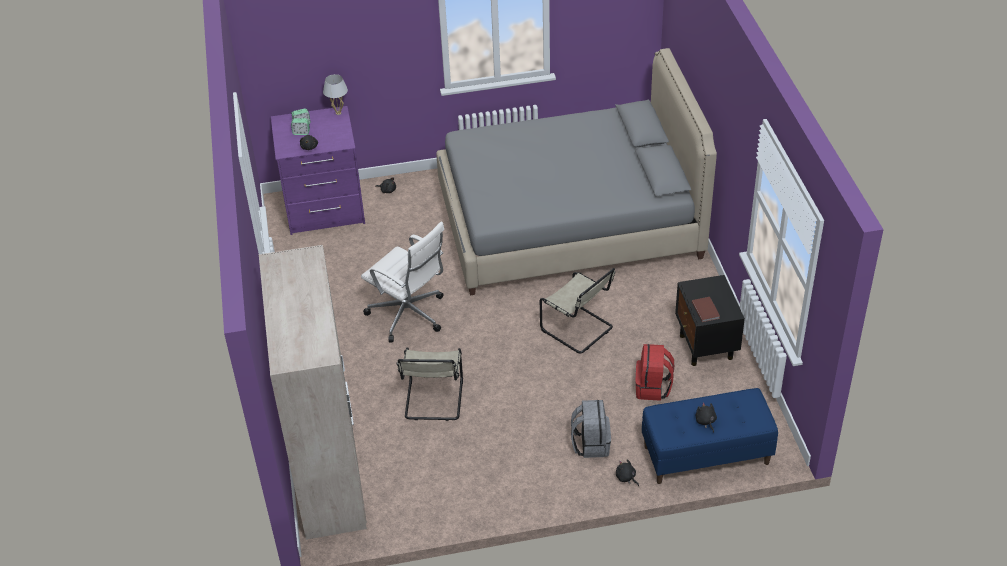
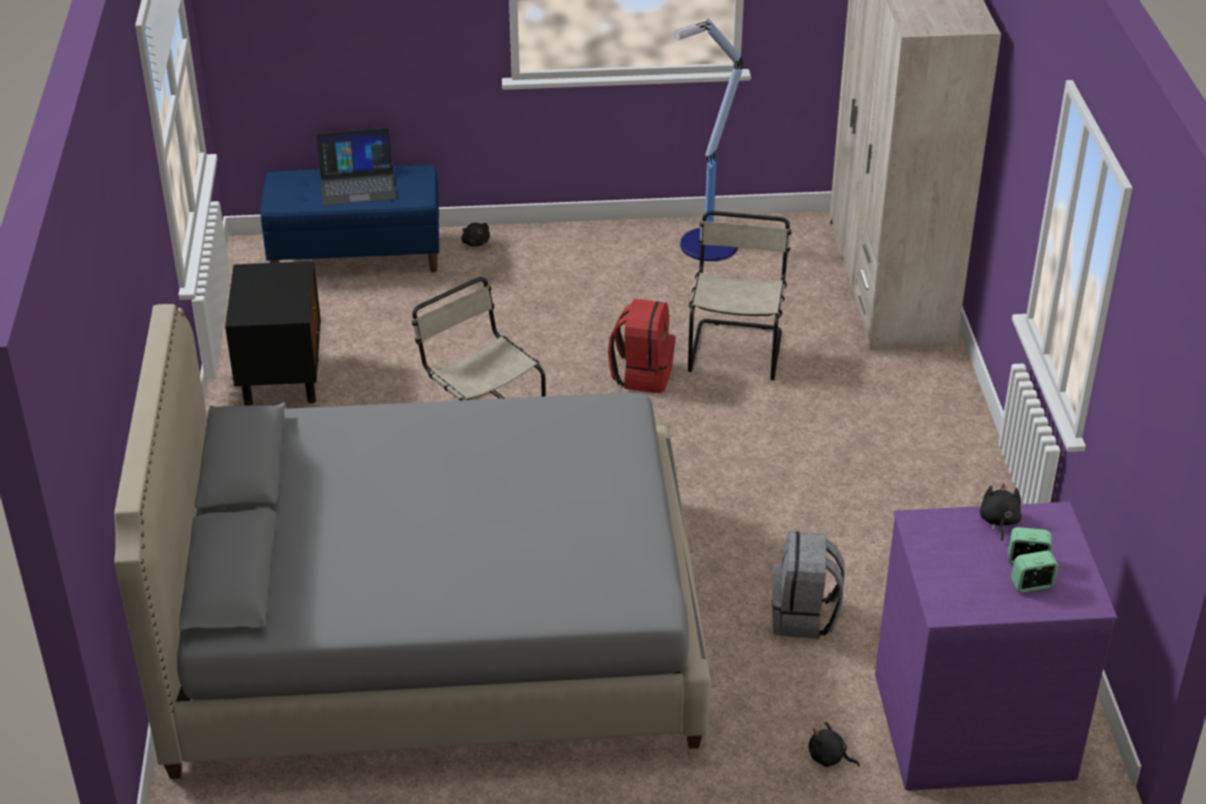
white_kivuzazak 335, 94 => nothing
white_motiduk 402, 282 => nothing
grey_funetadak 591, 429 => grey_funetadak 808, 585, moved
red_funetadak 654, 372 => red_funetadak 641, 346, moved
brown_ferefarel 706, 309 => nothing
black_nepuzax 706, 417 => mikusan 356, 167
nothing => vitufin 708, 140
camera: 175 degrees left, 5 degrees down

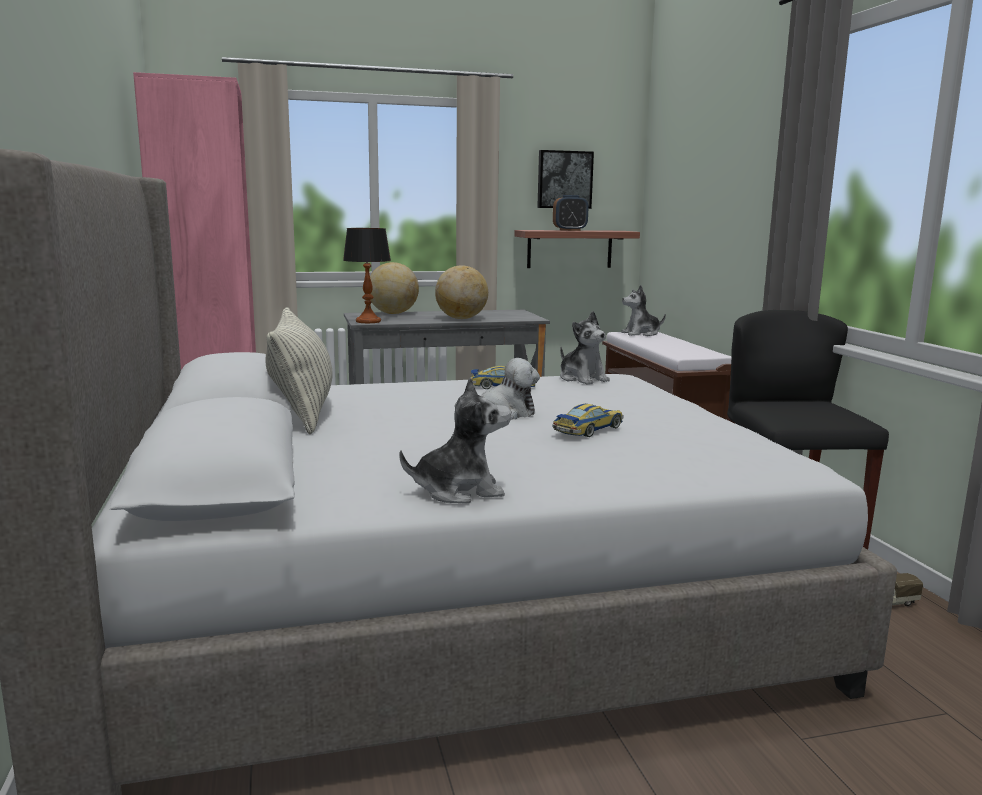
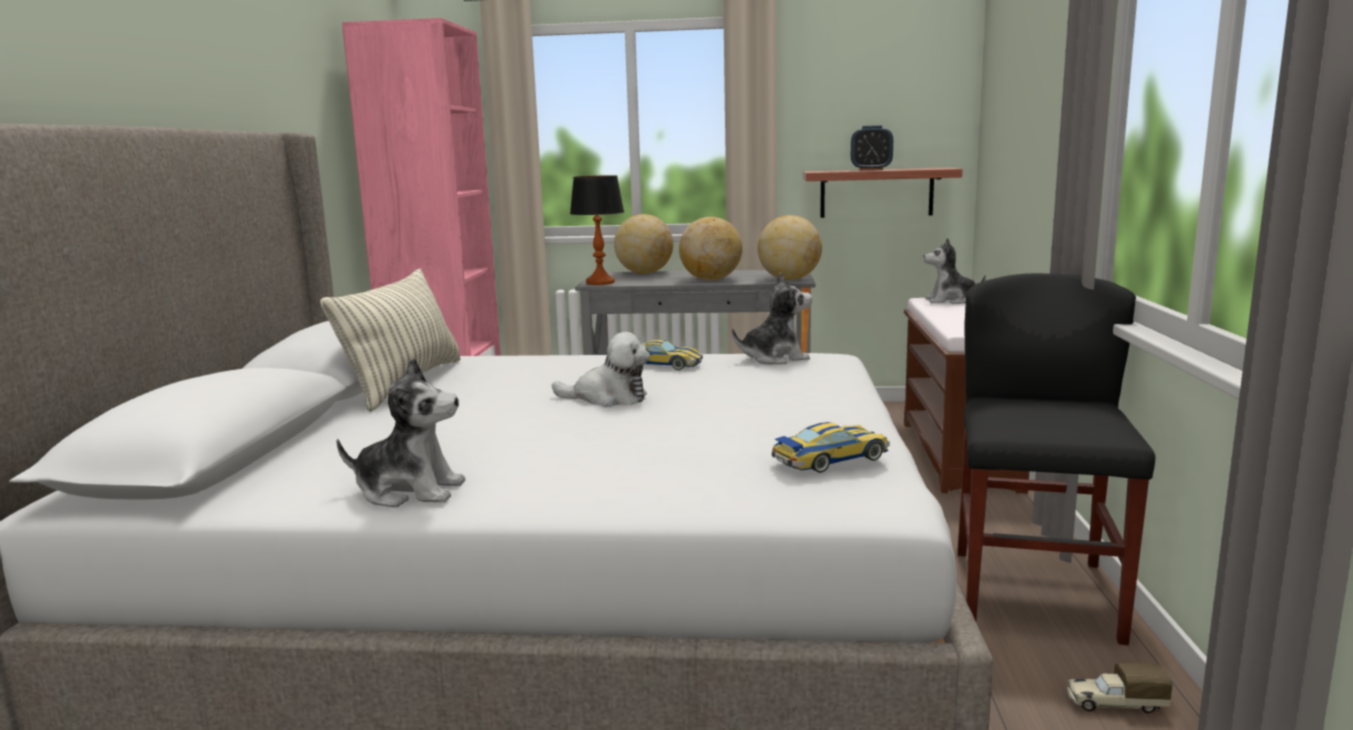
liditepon 565, 179 => nothing
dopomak 588, 420 => dopomak 831, 447, moved
nepuzax 585, 348 => nepuzax 772, 318, 90 degrees counterclockwise
nothing => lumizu 790, 247
camera: 20 degrees right, 0 degrees up

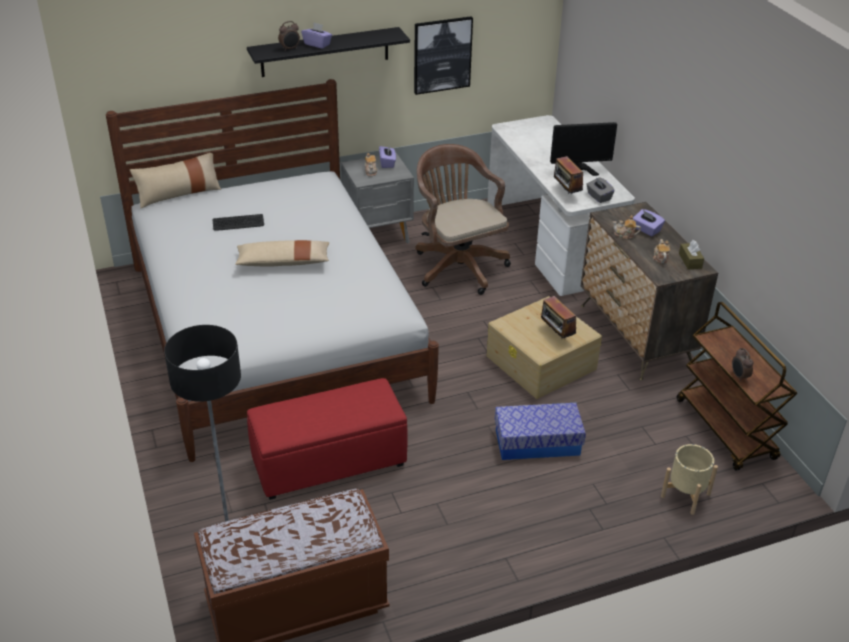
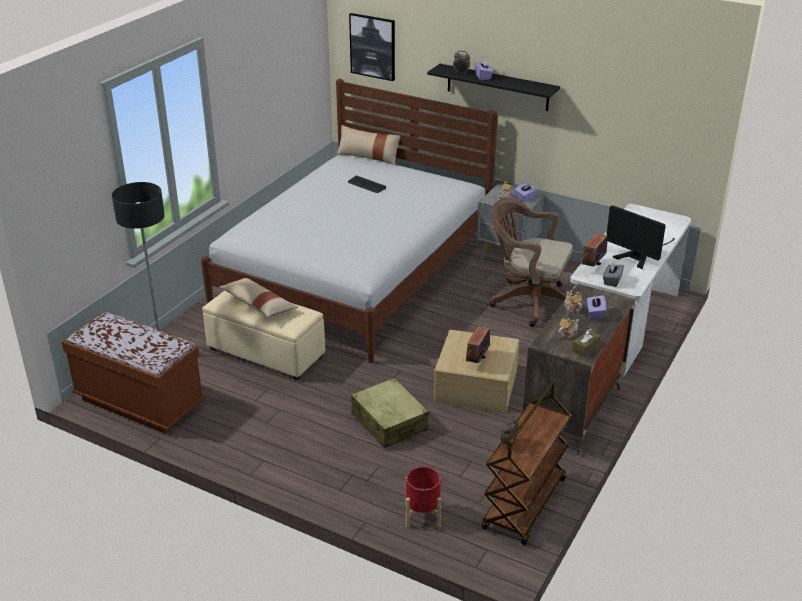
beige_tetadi 282, 253 => beige_tetadi 258, 297, moved
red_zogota 327, 439 => beige_zogota 263, 335
liditepon 443, 55 => liditepon 372, 47, moved
brown_motiduk 463, 219 => brown_motiduk 531, 262, 90 degrees counterclockwise
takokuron 540, 431 => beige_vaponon 390, 413
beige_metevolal 689, 479 => red_metevolal 423, 496
camera: 50 degrees right, 5 degrees down

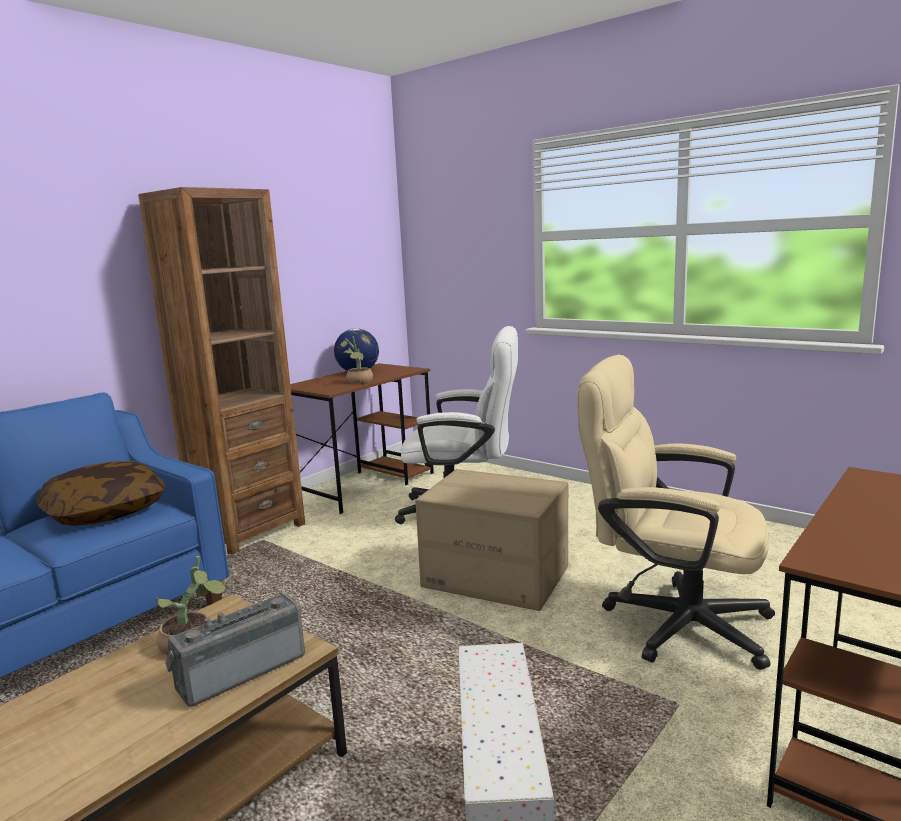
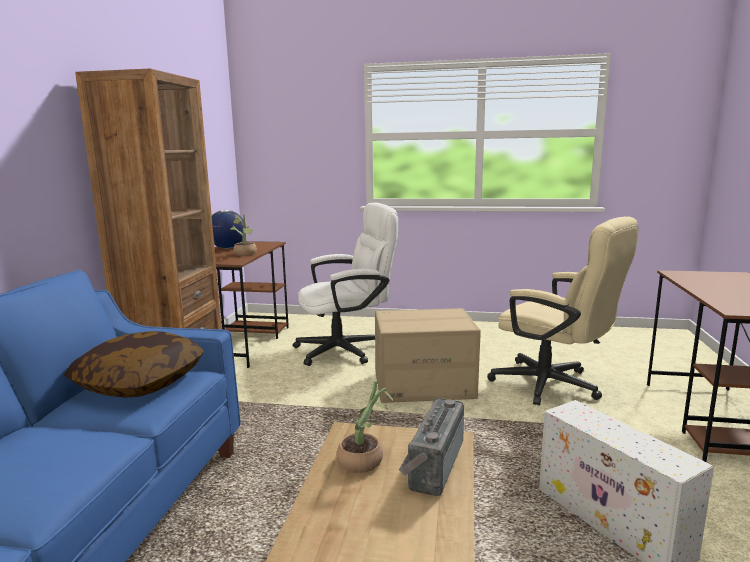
beige_motiduk 676, 512 => beige_motiduk 562, 311, 135 degrees counterclockwise
camera: 30 degrees left, 0 degrees up

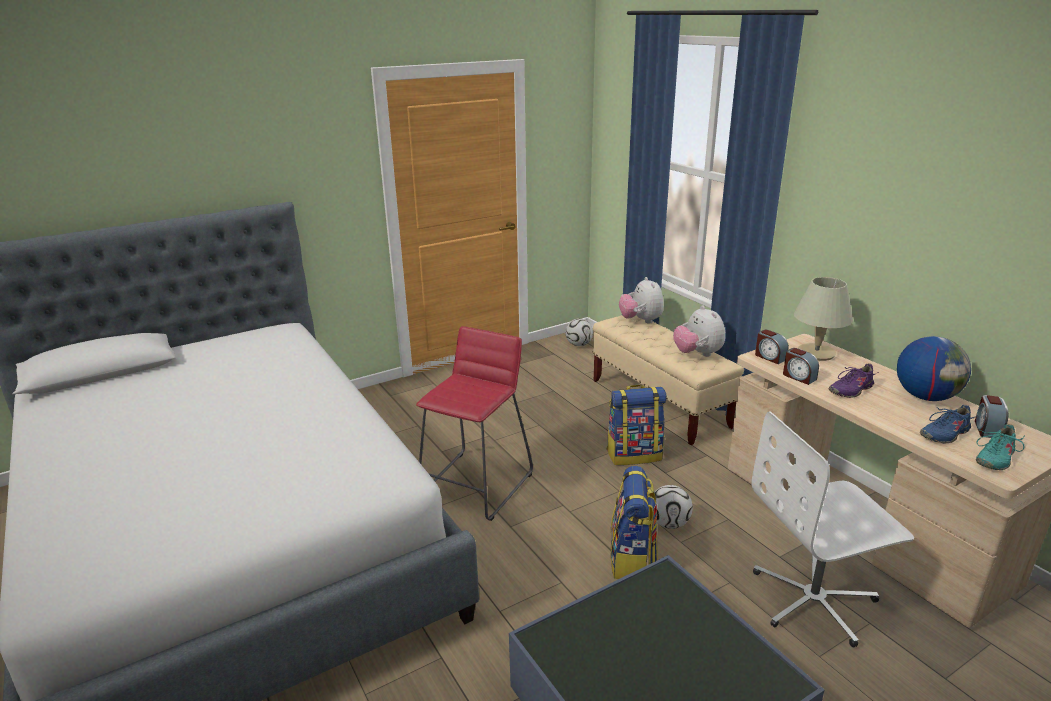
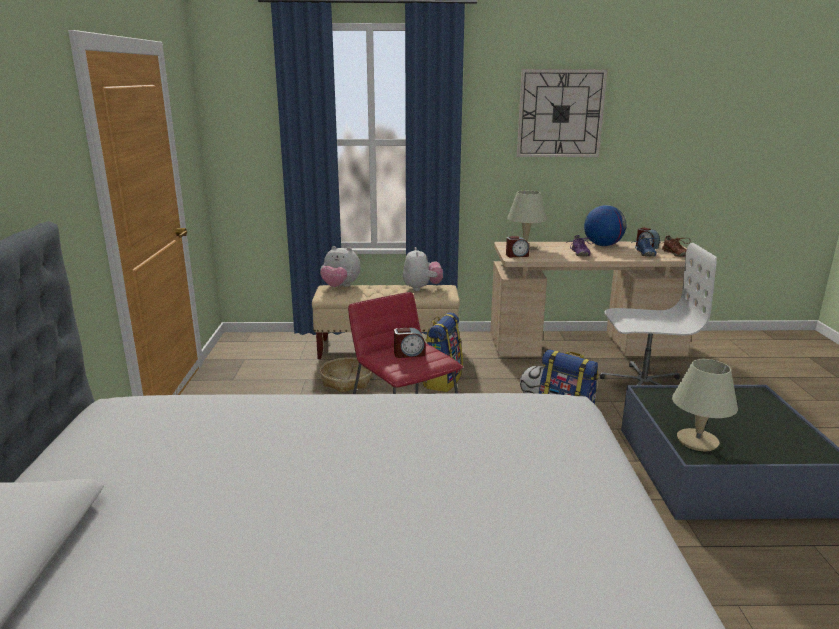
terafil 579, 332 => nothing
nepuzax 699, 331 => nepuzax 423, 269, 105 degrees counterclockwise
white_motiduk 833, 529 => white_motiduk 658, 314, 105 degrees counterclockwise
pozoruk 801, 366 => pozoruk 409, 343, moved
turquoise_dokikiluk 1000, 447 => brown_dokikiluk 676, 246
nothing => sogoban 346, 375
nothing => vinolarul 562, 113
nothing => beige_kivuzazak 705, 405
camera: 60 degrees left, 5 degrees down

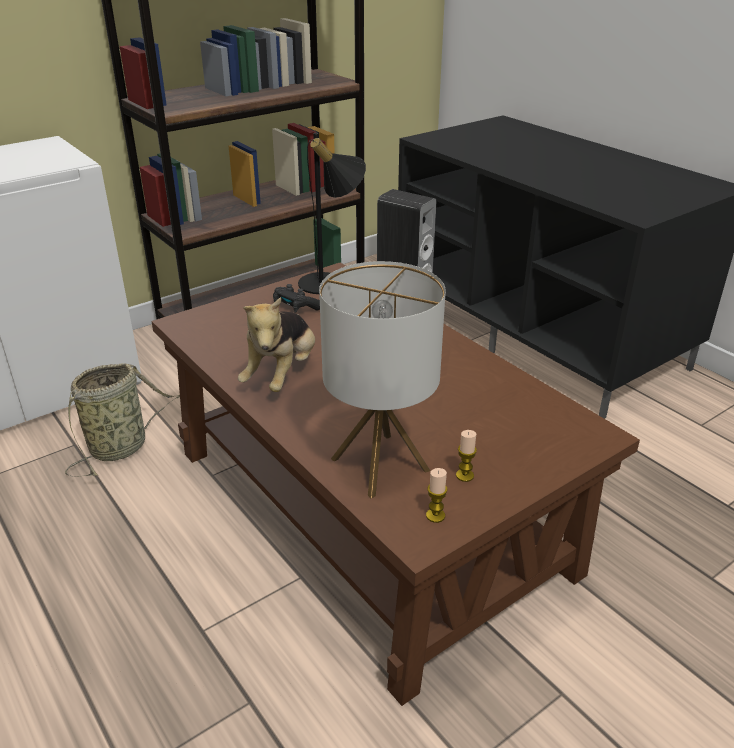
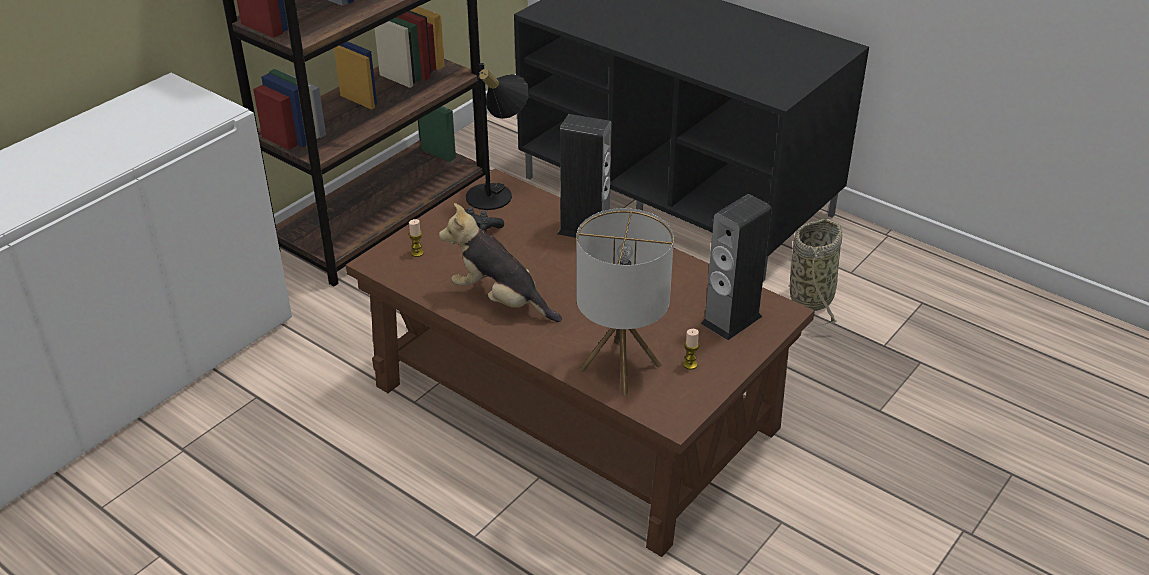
sogoban 122, 420 => sogoban 816, 273, moved
nepuzax 276, 344 => nepuzax 500, 262, 120 degrees clockwise
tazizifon 437, 495 => tazizifon 416, 238, moved
nothing => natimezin 736, 267
camera: 15 degrees left, 5 degrees up

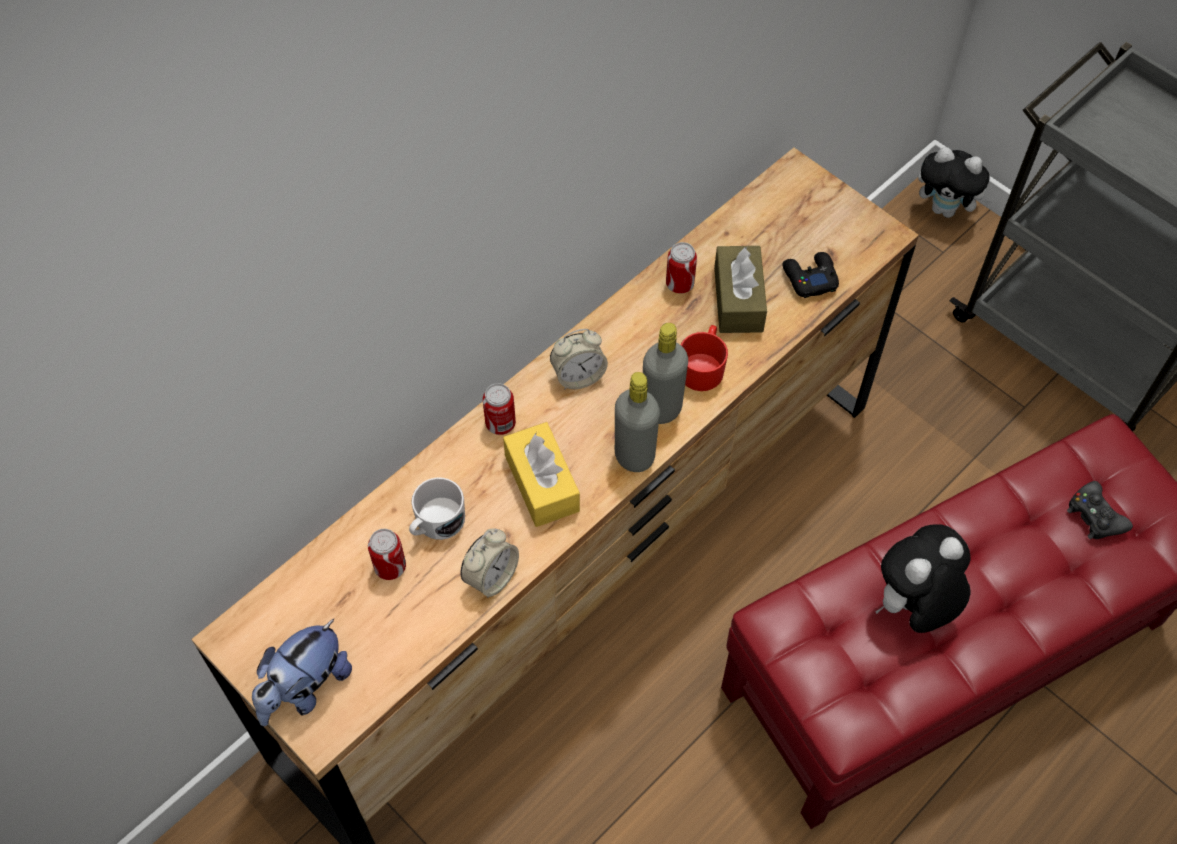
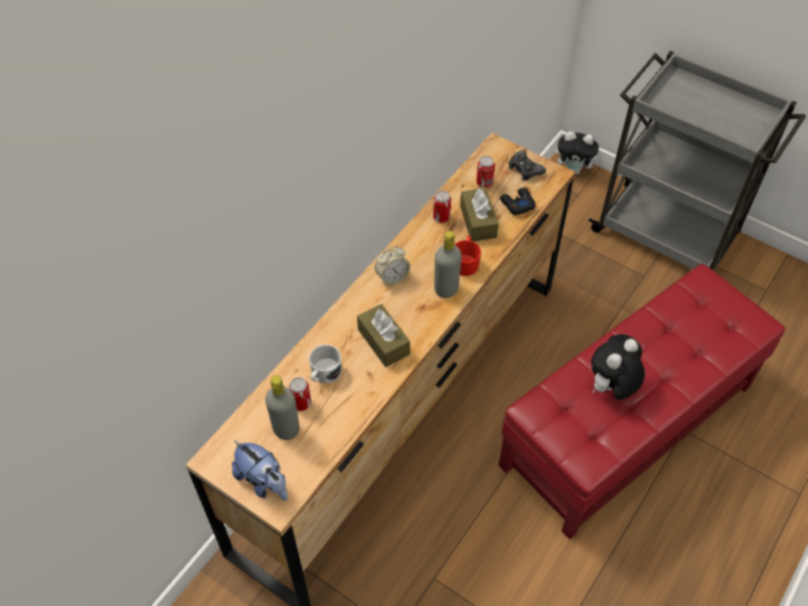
nepuzax 302, 672 => nepuzax 260, 470, 75 degrees counterclockwise
pozoruk 490, 563 => nothing
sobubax 499, 409 => sobubax 485, 172, moved
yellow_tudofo 541, 474 => brown_tudofo 383, 335
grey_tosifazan 637, 422 => grey_tosifazan 282, 407, moved
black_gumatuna 1100, 510 => black_gumatuna 527, 165, moved
camera: 10 degrees left, 5 degrees down

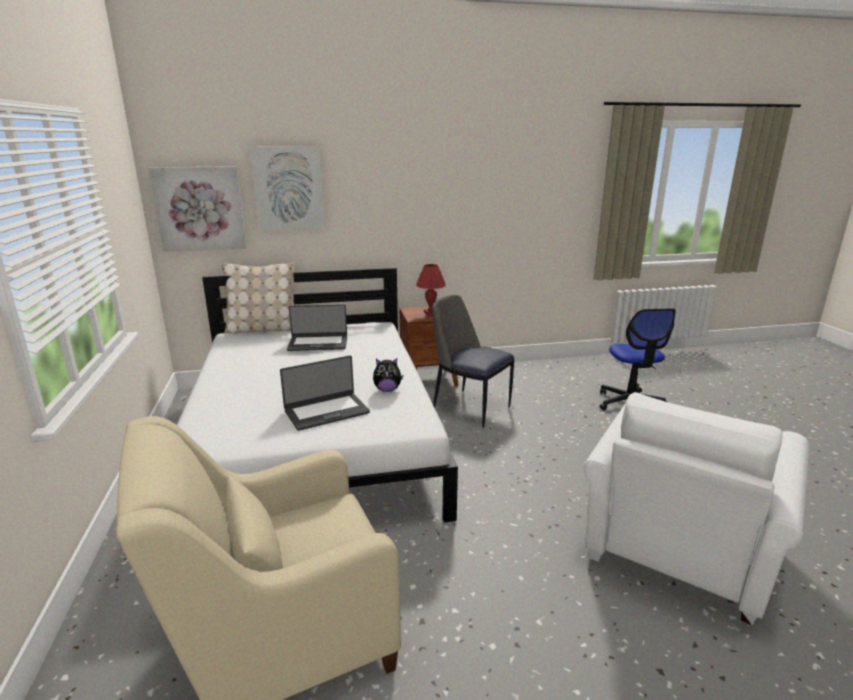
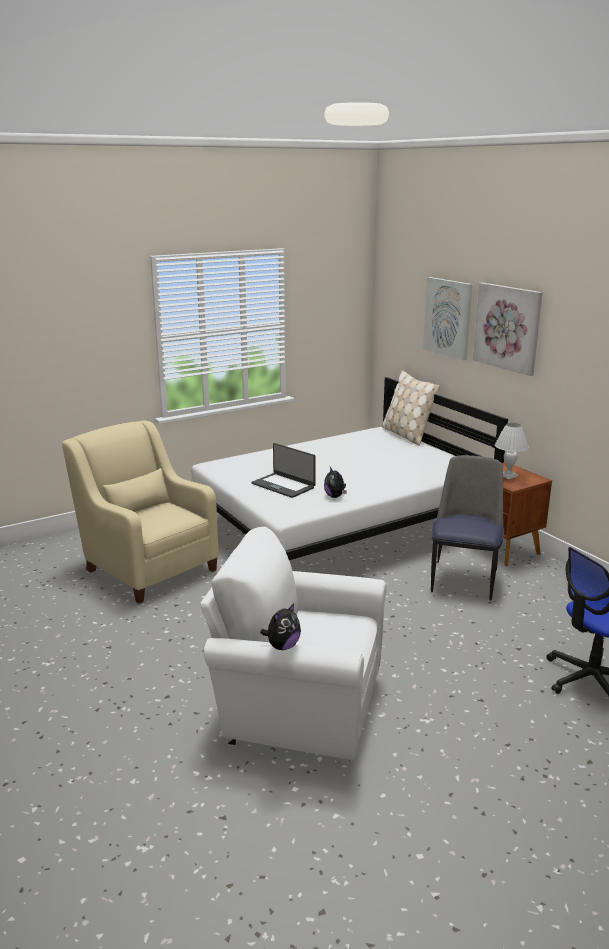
liditepon 197, 209 => liditepon 508, 329, moved
mikusan 317, 327 => nothing
red_kivuzazak 431, 289 => white_kivuzazak 512, 451
nothing => nepuzax 280, 626
camera: 70 degrees right, 0 degrees up

